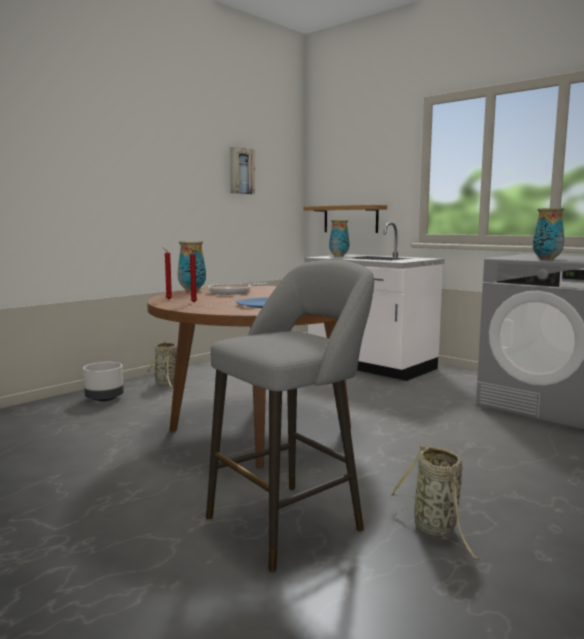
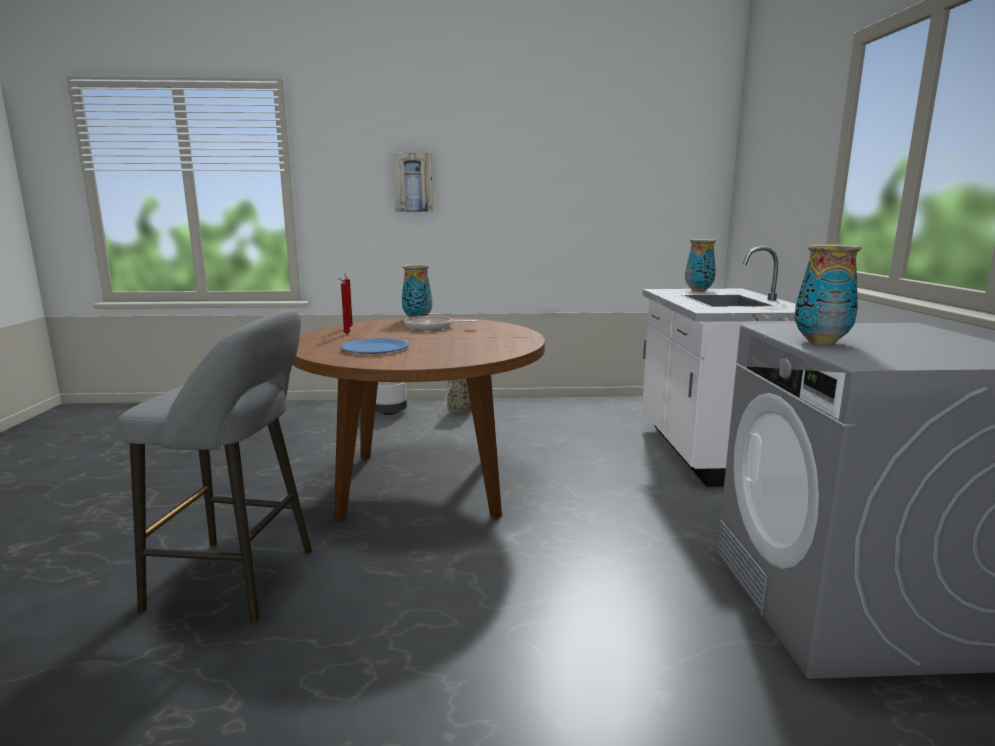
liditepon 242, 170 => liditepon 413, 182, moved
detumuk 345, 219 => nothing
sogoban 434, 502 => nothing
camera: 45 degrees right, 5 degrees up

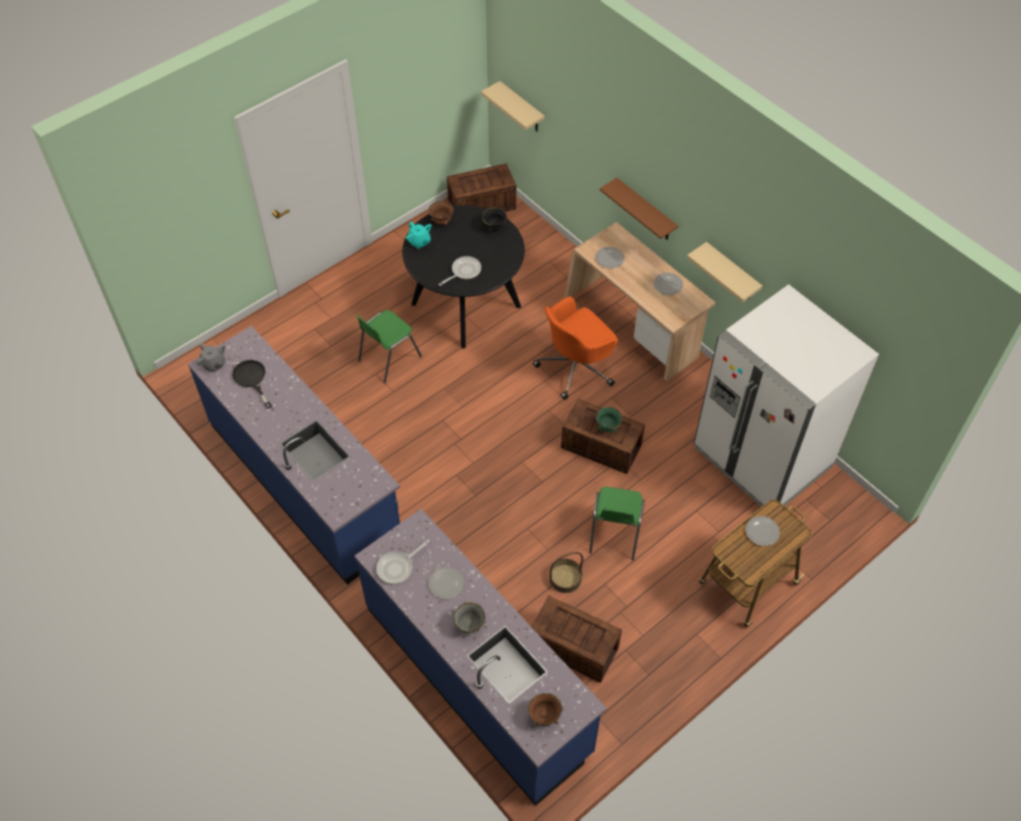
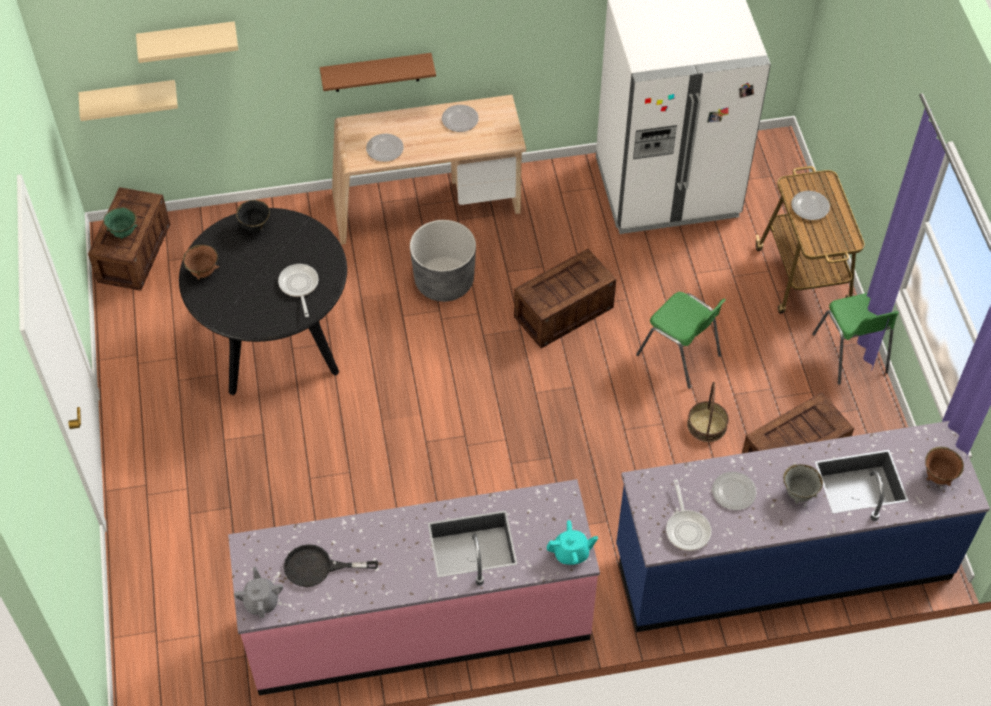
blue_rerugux 294, 455 => pink_rerugux 414, 587
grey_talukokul 210, 357 => grey_talukokul 258, 592, 90 degrees counterclockwise
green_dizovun 389, 346 => green_dizovun 855, 339, moved
turquoise_talukokul 419, 235 => turquoise_talukokul 572, 542, moved
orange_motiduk 575, 348 => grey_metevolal 443, 261
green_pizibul 609, 419 => green_pizibul 120, 223, moved
beige_detumuk 724, 272 => beige_detumuk 187, 42, moved
camera: 60 degrees left, 0 degrees up

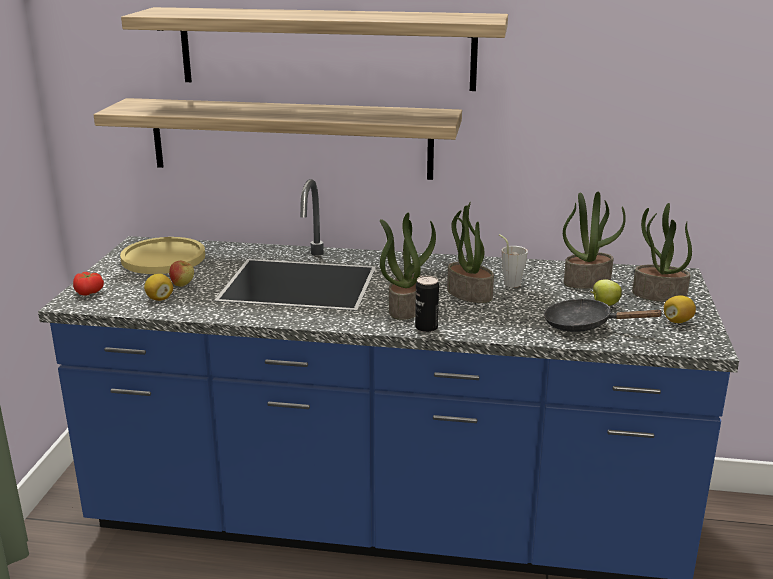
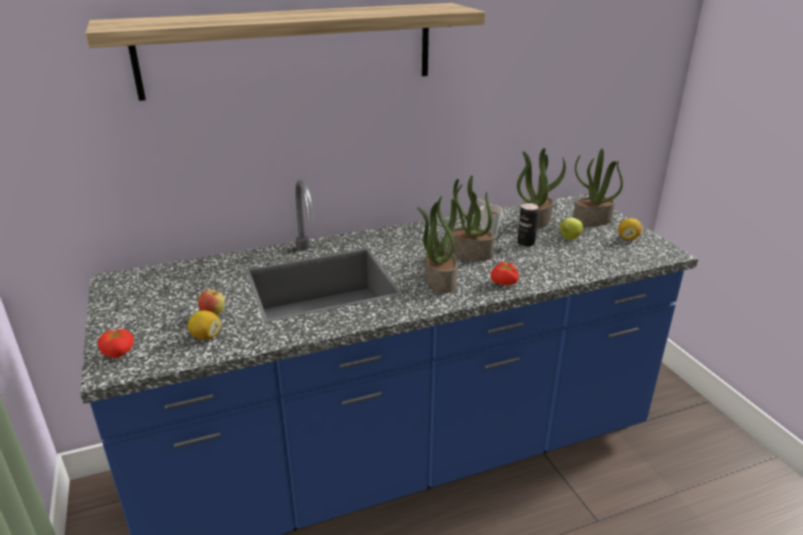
detumuk 278, 139 => nothing
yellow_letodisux 162, 255 => nothing
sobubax 427, 304 => sobubax 528, 225, moved
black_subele 604, 315 => nothing
nothing => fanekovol 505, 273
camera: 30 degrees left, 5 degrees up

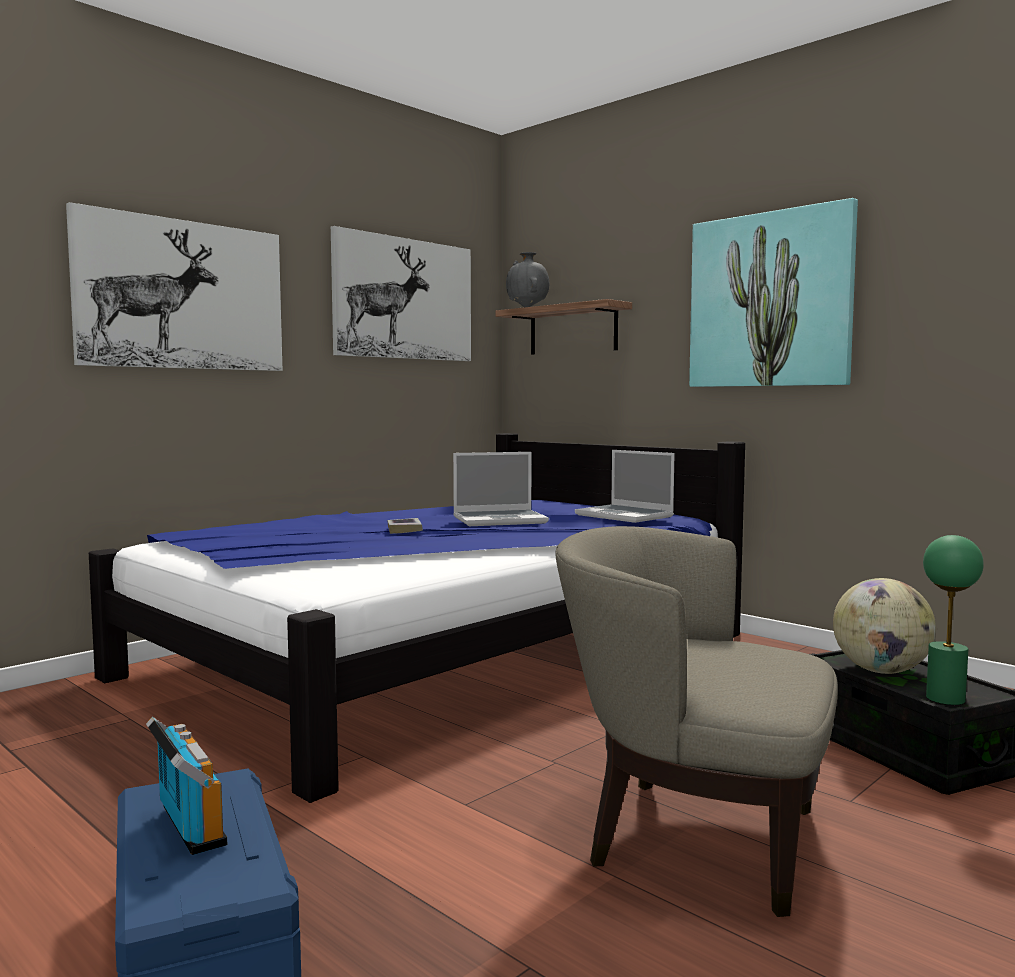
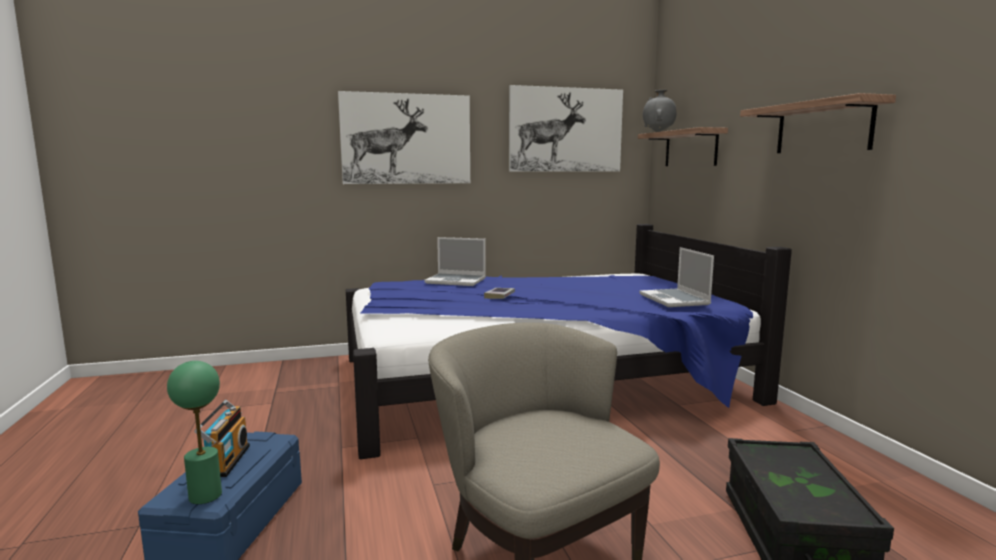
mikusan 501, 489 => mikusan 455, 261, moved
liditepon 773, 292 => detumuk 818, 123
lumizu 884, 626 => nothing
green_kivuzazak 953, 620 => green_kivuzazak 194, 432, moved
camera: 30 degrees right, 5 degrees up

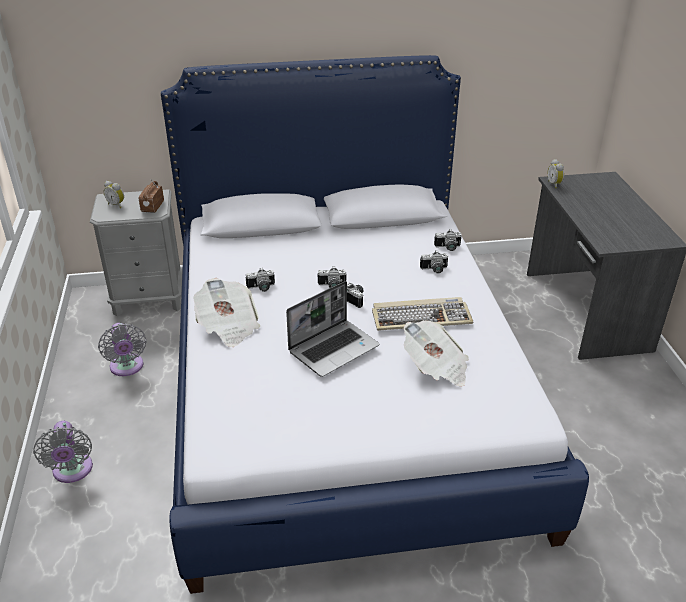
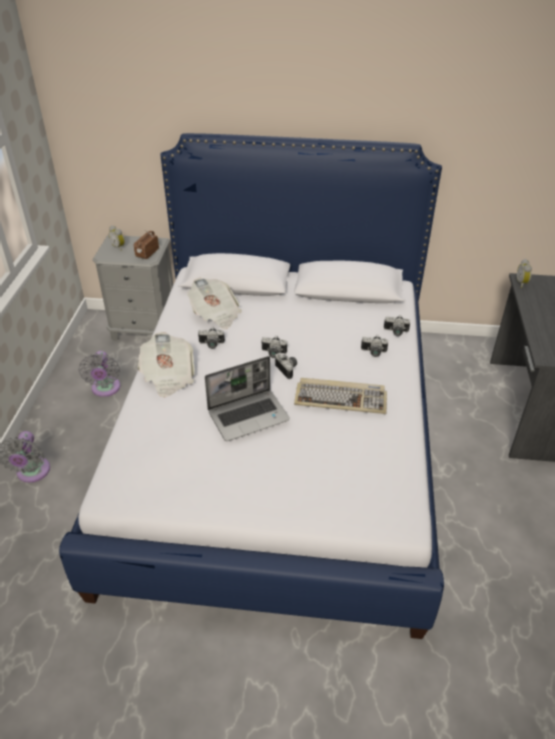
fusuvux 436, 353 => fusuvux 214, 303, moved
camera: 15 degrees right, 5 degrees up

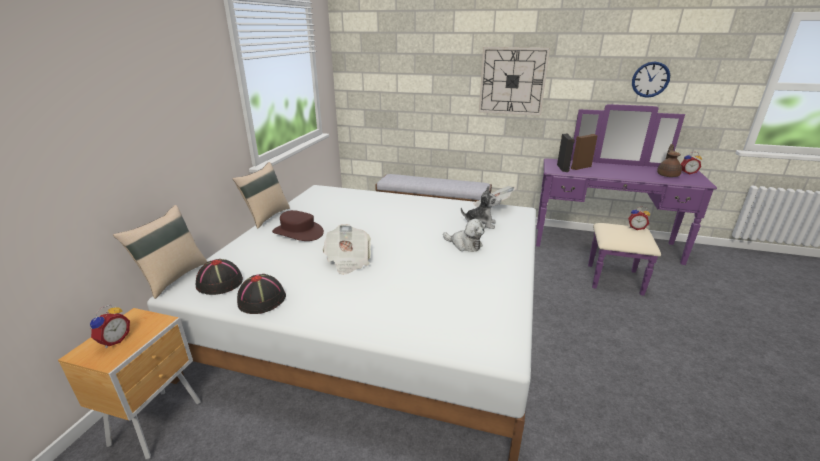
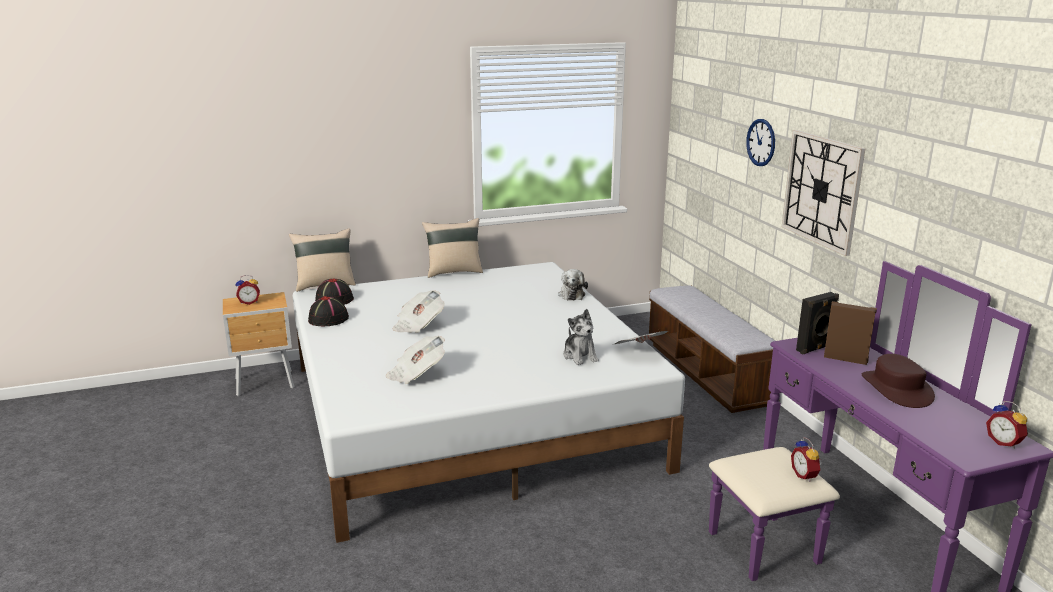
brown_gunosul 298, 225 => brown_gunosul 898, 381, moved
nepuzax 463, 235 => nepuzax 573, 284, moved
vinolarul 651, 80 => vinolarul 760, 142, moved
brown_talukokul 669, 160 => nothing
nothing => fusuvux 415, 360
camera: 55 degrees right, 5 degrees down

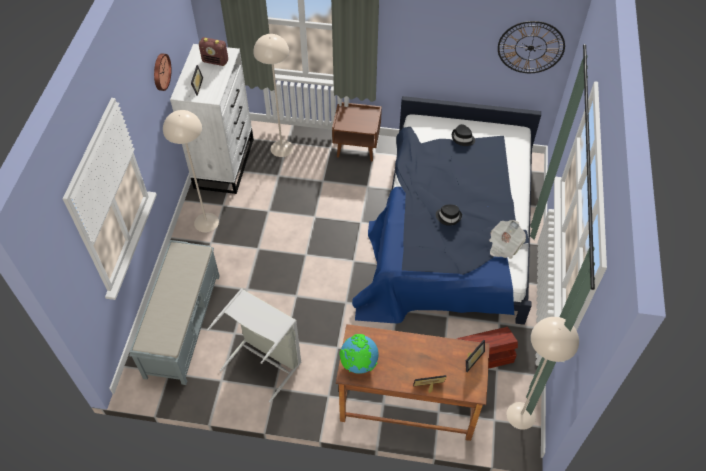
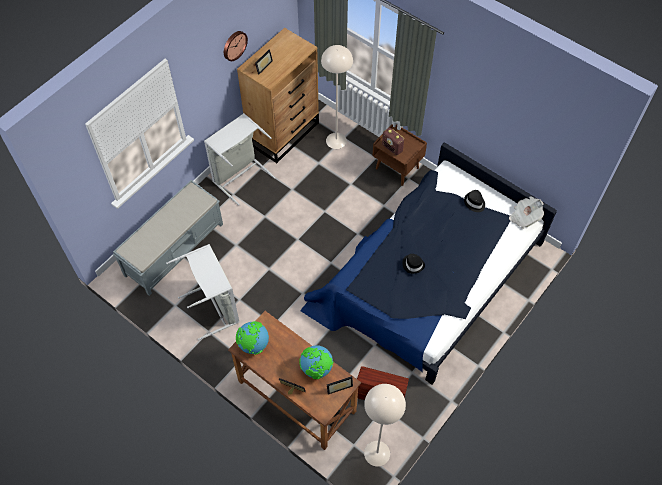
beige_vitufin 191, 171 => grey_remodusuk 239, 159
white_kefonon 212, 119 => brown_kefonon 278, 95
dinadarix 213, 51 => dinadarix 393, 141, moved
fusuvux 507, 239 => fusuvux 526, 212, moved
vinolarul 531, 47 => nothing
nothing => lumizu 316, 362
camera: 30 degrees right, 5 degrees up

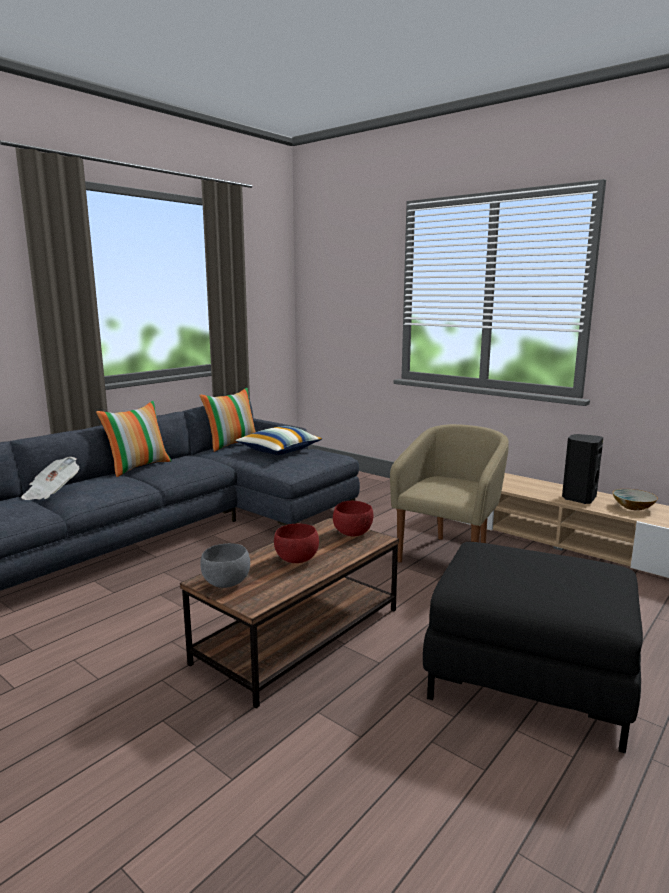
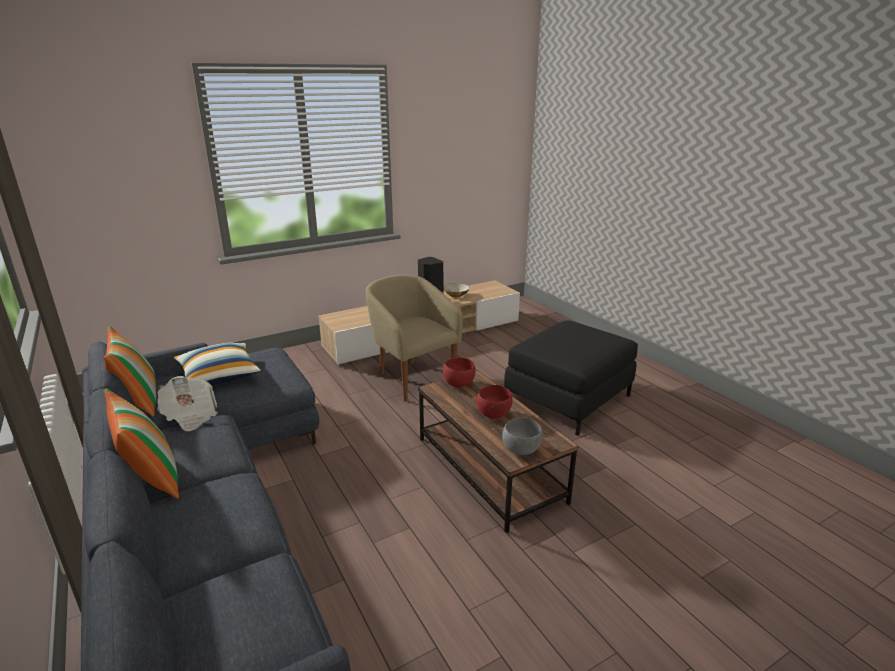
fusuvux 50, 478 => fusuvux 187, 403, moved
camera: 70 degrees left, 10 degrees up

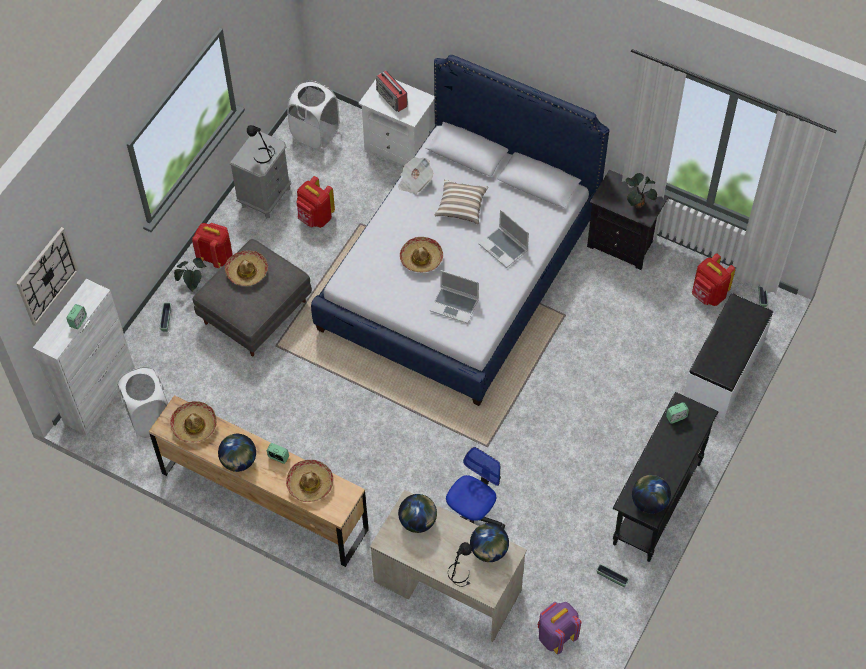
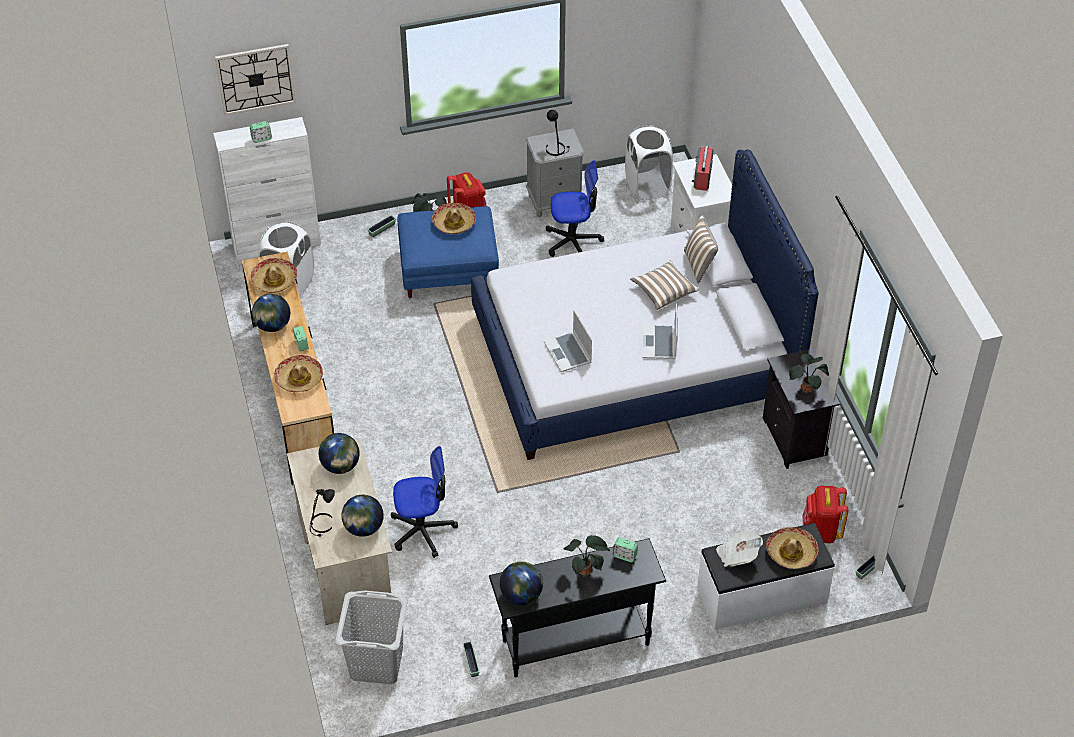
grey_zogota 252, 297 => blue_zogota 448, 252
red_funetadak 316, 202 => motiduk 575, 208
fusuvux 415, 176 => fusuvux 739, 548, moved
gunosul 421, 254 => gunosul 792, 548, moved
purple_funetadak 559, 628 => grey_remodusuk 371, 637
nothing => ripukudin 587, 555
nothing => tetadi 701, 249
camera: 45 degrees right, 10 degrees down

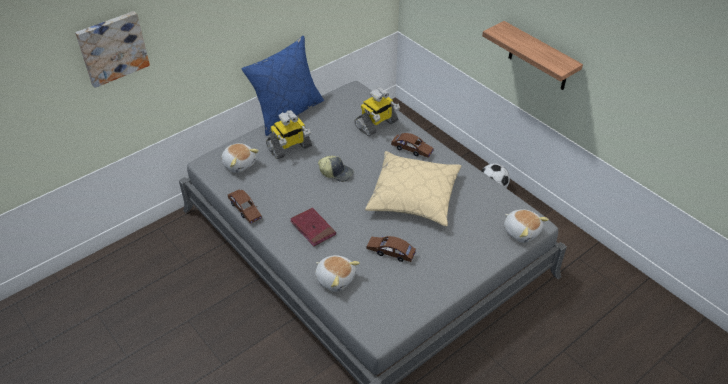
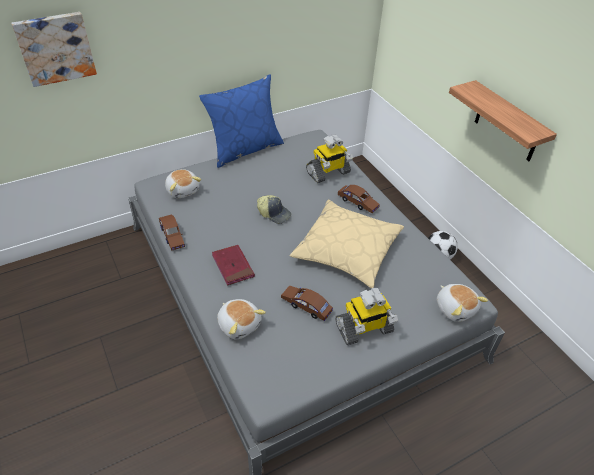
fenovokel 289, 134 => fenovokel 366, 316, moved
camera: 10 degrees right, 0 degrees up

